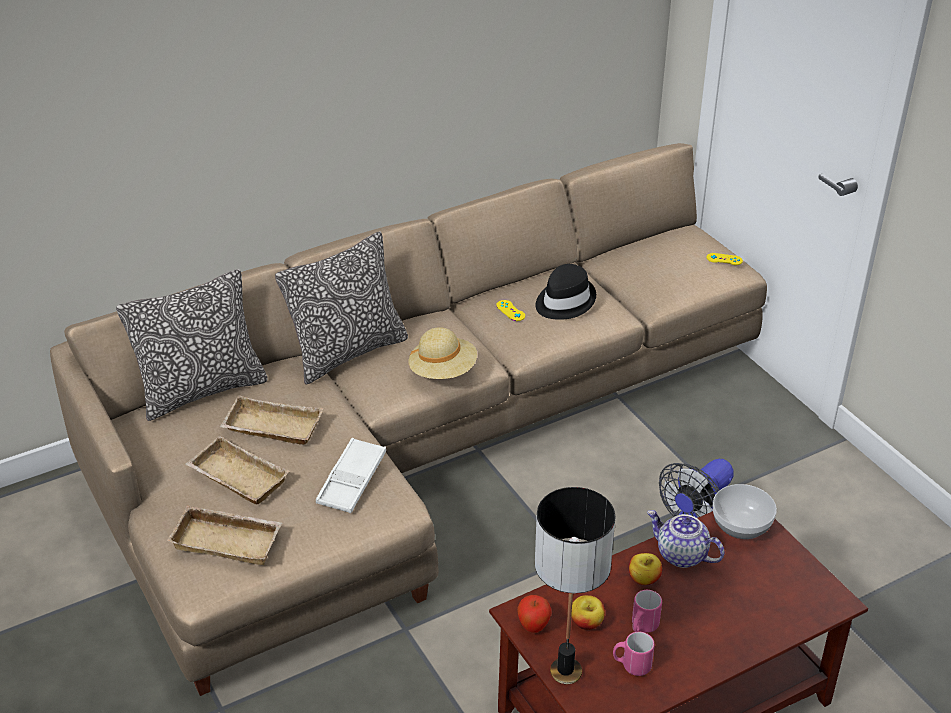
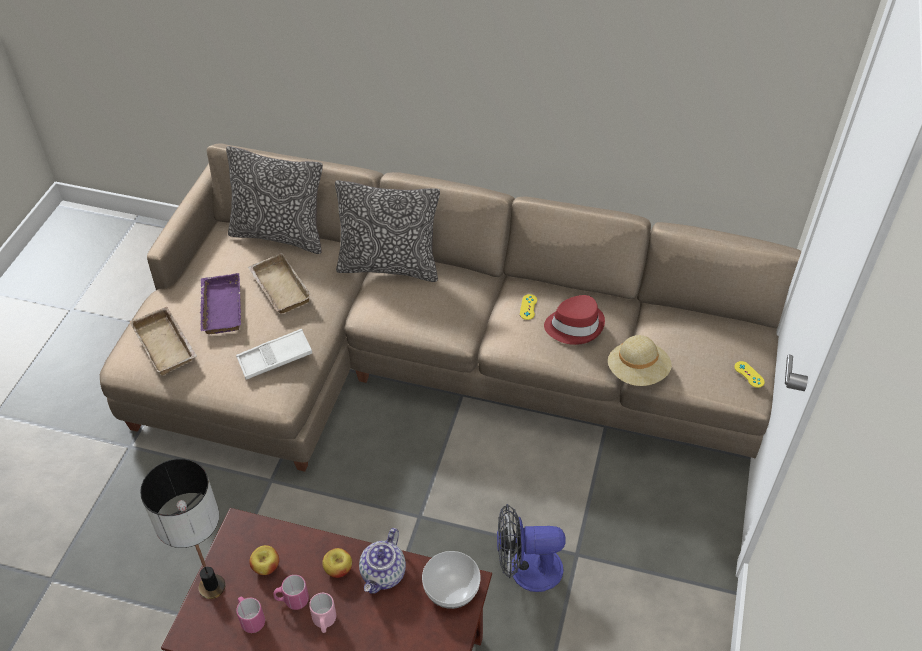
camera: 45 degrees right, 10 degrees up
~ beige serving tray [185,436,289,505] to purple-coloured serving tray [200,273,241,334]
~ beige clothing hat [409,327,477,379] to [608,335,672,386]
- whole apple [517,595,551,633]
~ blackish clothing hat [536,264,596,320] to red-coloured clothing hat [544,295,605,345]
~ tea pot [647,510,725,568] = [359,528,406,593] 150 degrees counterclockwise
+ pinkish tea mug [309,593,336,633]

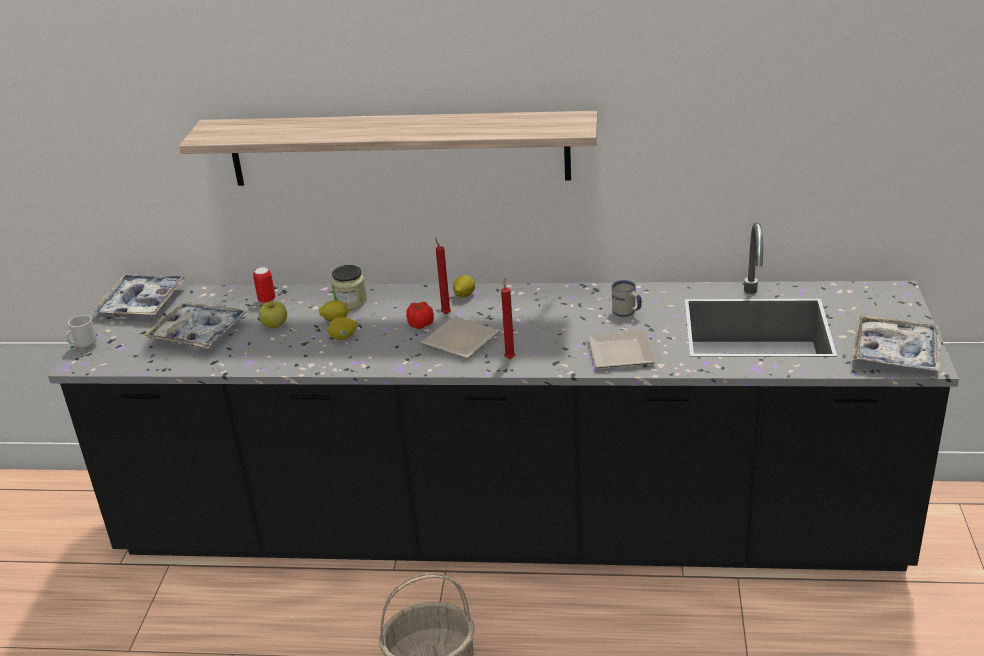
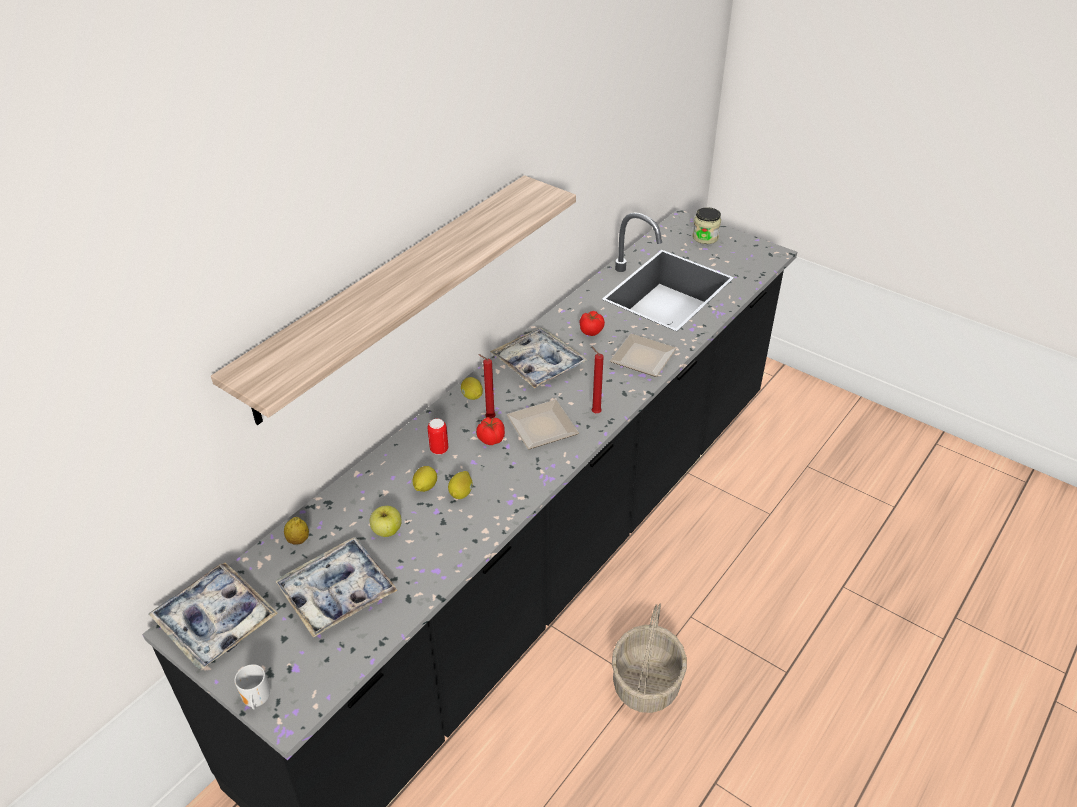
camera: 60 degrees left, 10 degrees up
~ sealed can [253,267,275,303] to [427,419,448,455]
~ jar [331,265,367,309] to [692,207,721,244]
~ whitish tea mug [611,280,642,317] to tomato [580,311,605,336]
~ serving tray [852,315,941,371] to [490,328,588,389]
+ whole lemon [284,517,309,545]

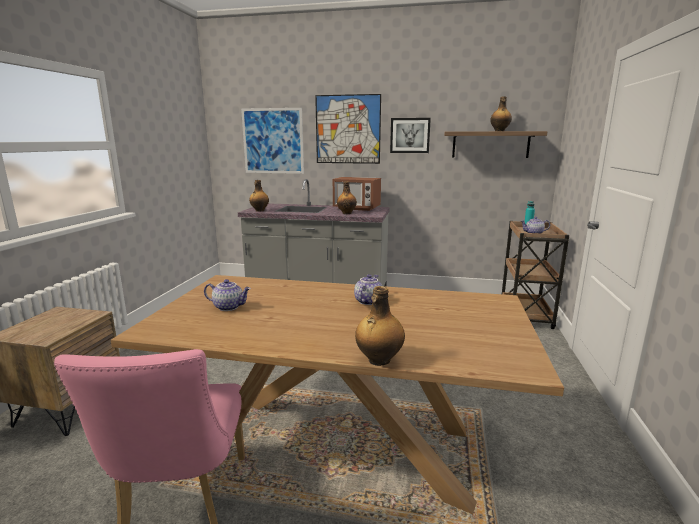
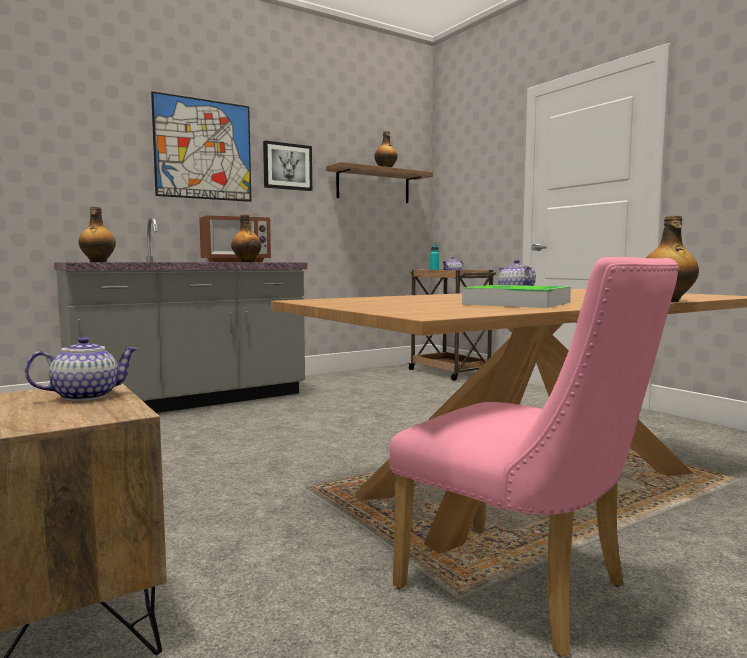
camera: 45 degrees left, 10 degrees down
~ tea pot [204,279,251,311] to [25,336,138,401]
- picture [241,108,304,174]
+ serving tray [462,285,571,308]

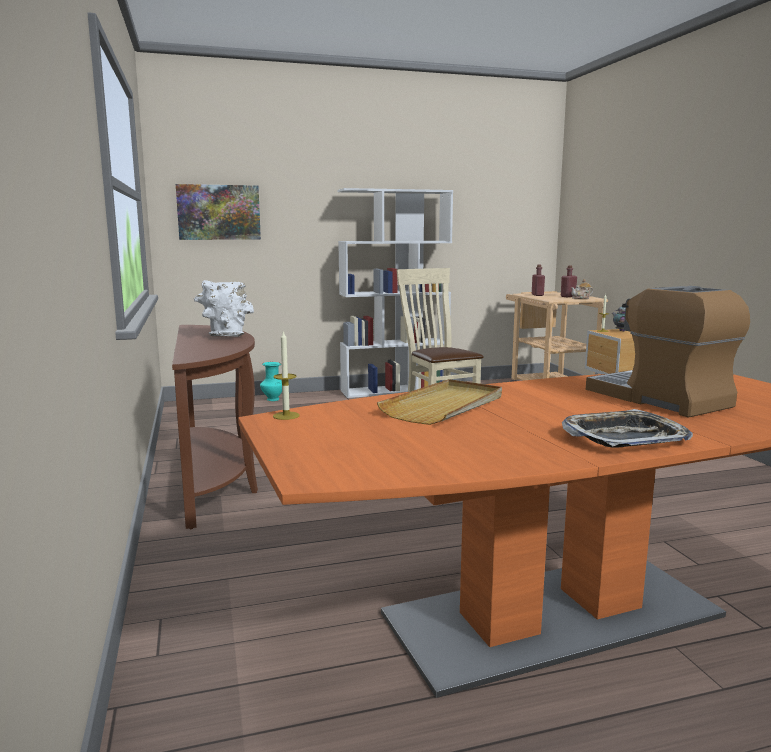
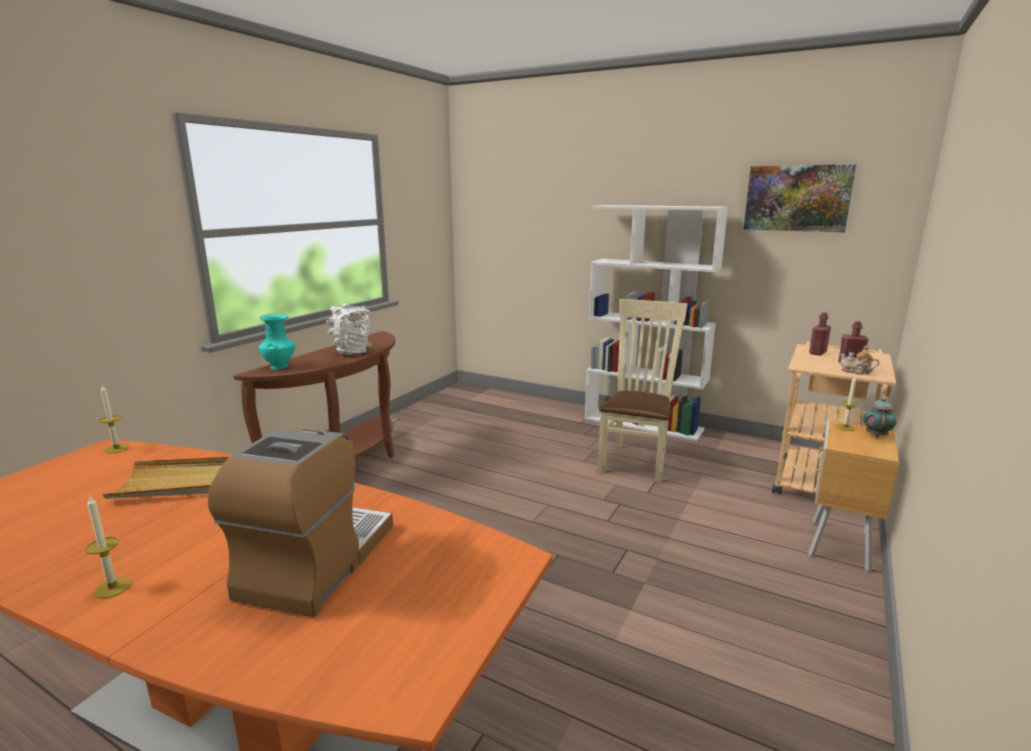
camera: 45 degrees right, 5 degrees up
~ picture [176,184,261,240] to [744,164,856,232]
~ blue-green flower vase [260,362,282,401] to [259,314,295,370]
~ serving tray [562,409,693,448] to wax candle [85,496,132,599]

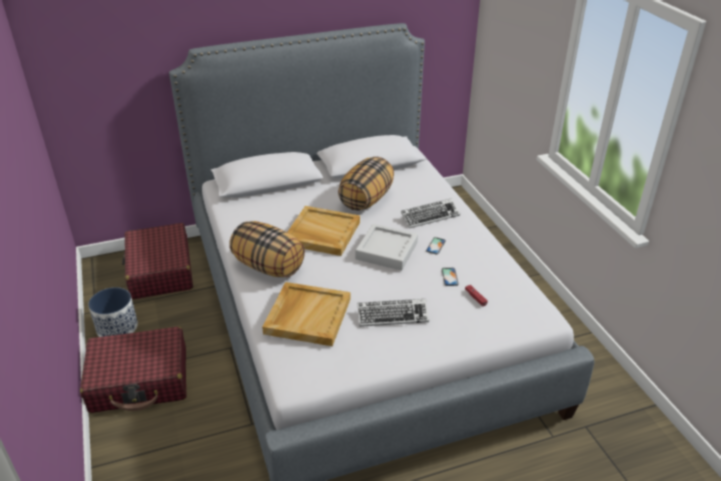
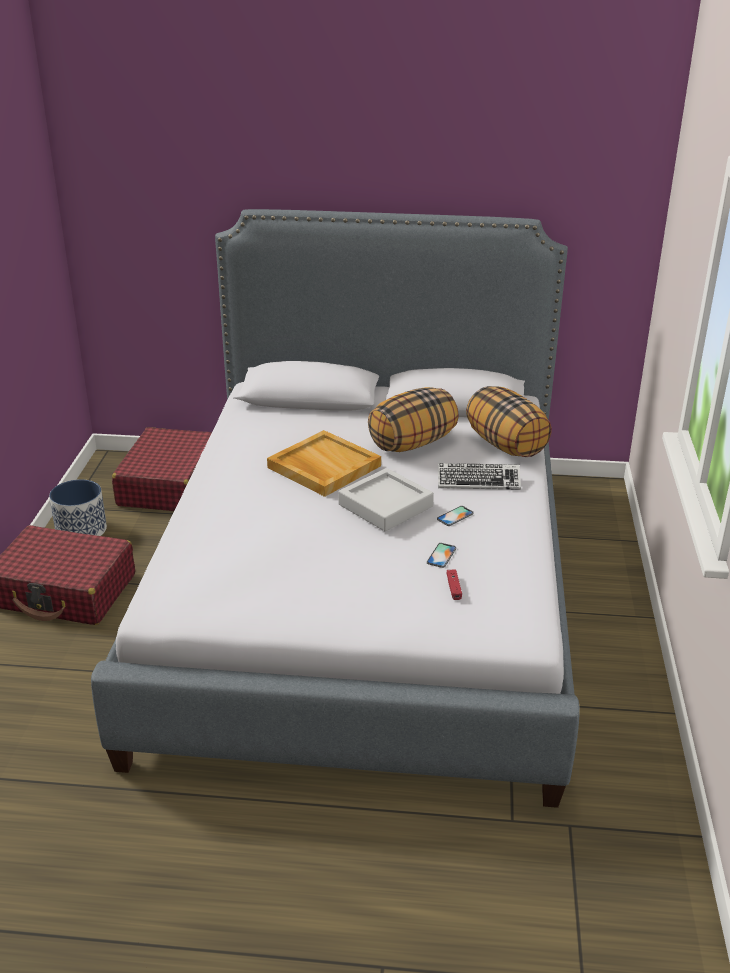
camera: 25 degrees right, 5 degrees down
~ cushion [229,221,305,277] to [466,386,552,457]
- beige serving tray [262,282,351,346]
- PC keyboard [358,299,429,327]

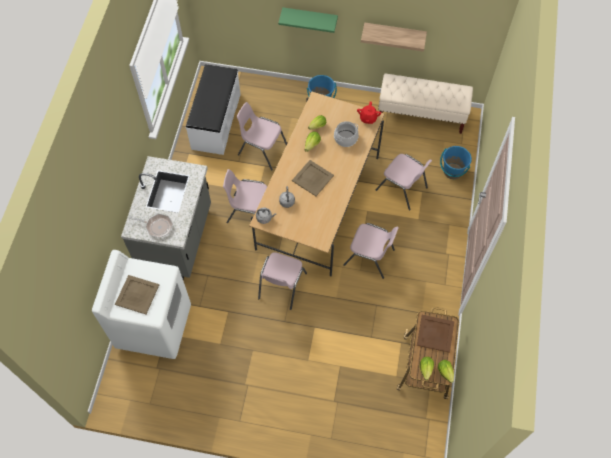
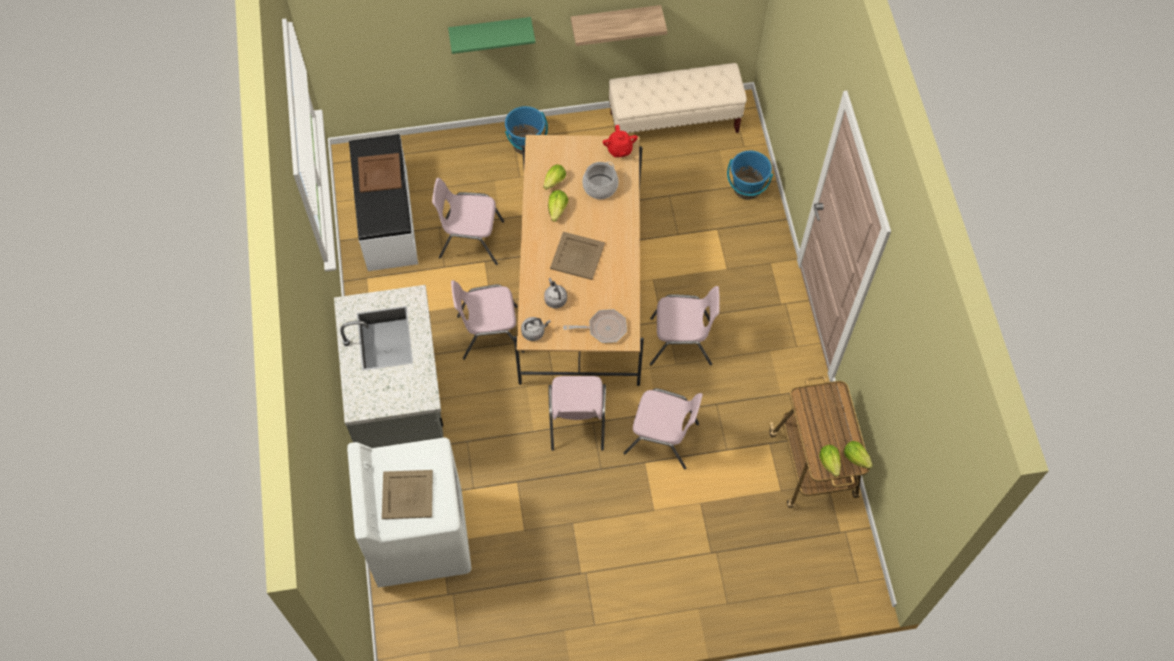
camera: 20 degrees left, 0 degrees up
~ pan [129,214,173,238] to [563,309,627,343]
~ pinkish chair [376,154,432,210] to [623,388,703,469]
~ brownish serving tray [417,315,455,353] to [358,153,402,193]

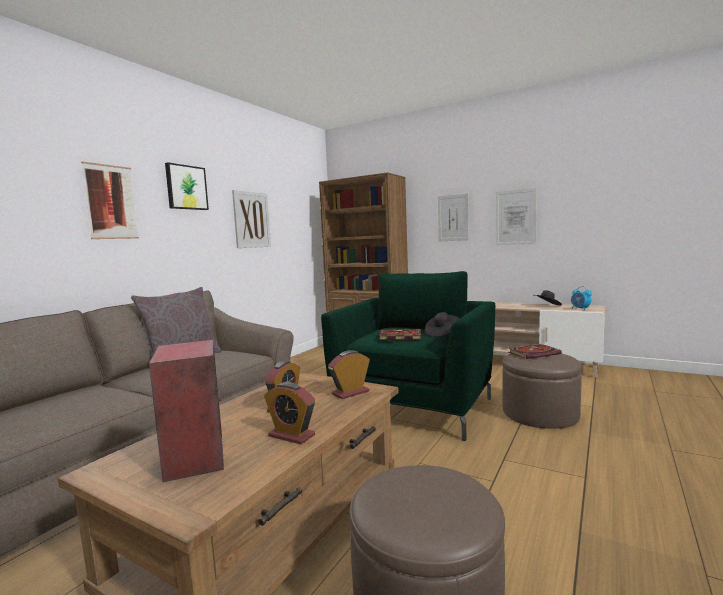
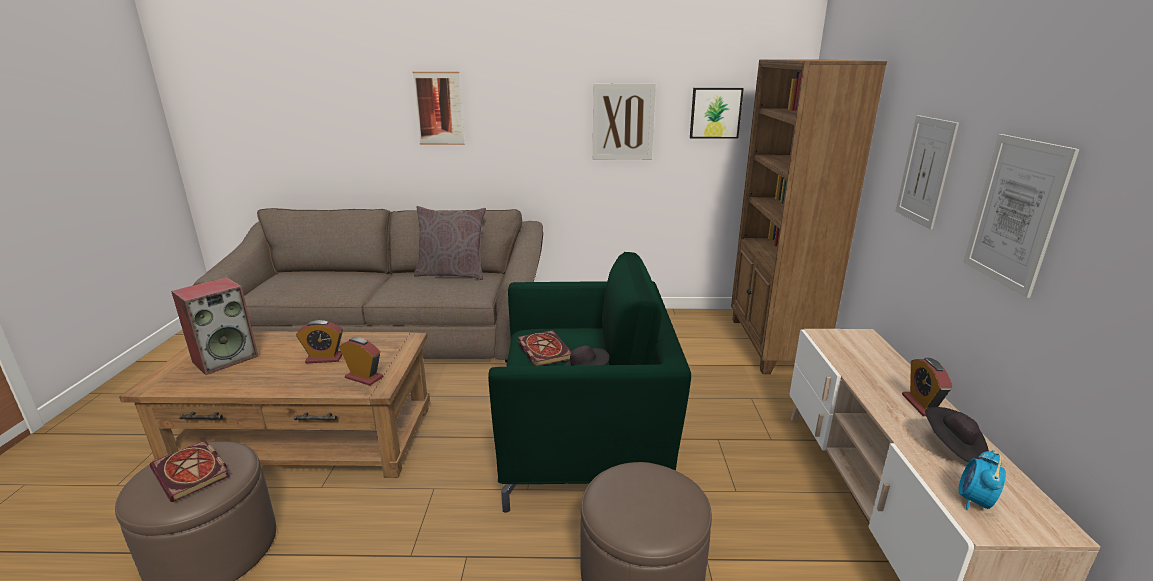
camera: 60 degrees right, 15 degrees up
~ picture [165,162,209,210] to [690,88,744,138]
~ table clock [264,382,315,444] to [902,358,952,416]
~ bound book [508,344,562,359] to [149,440,230,502]

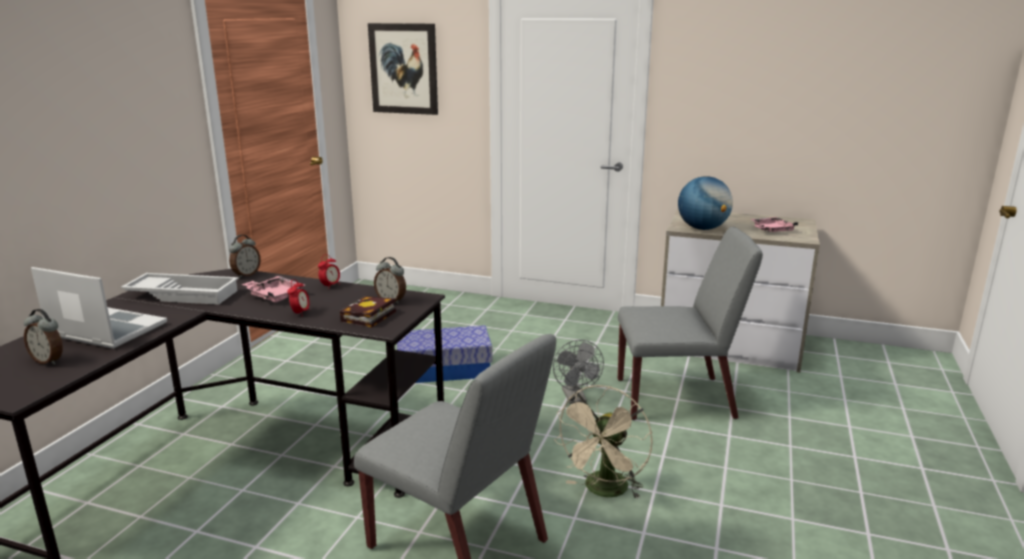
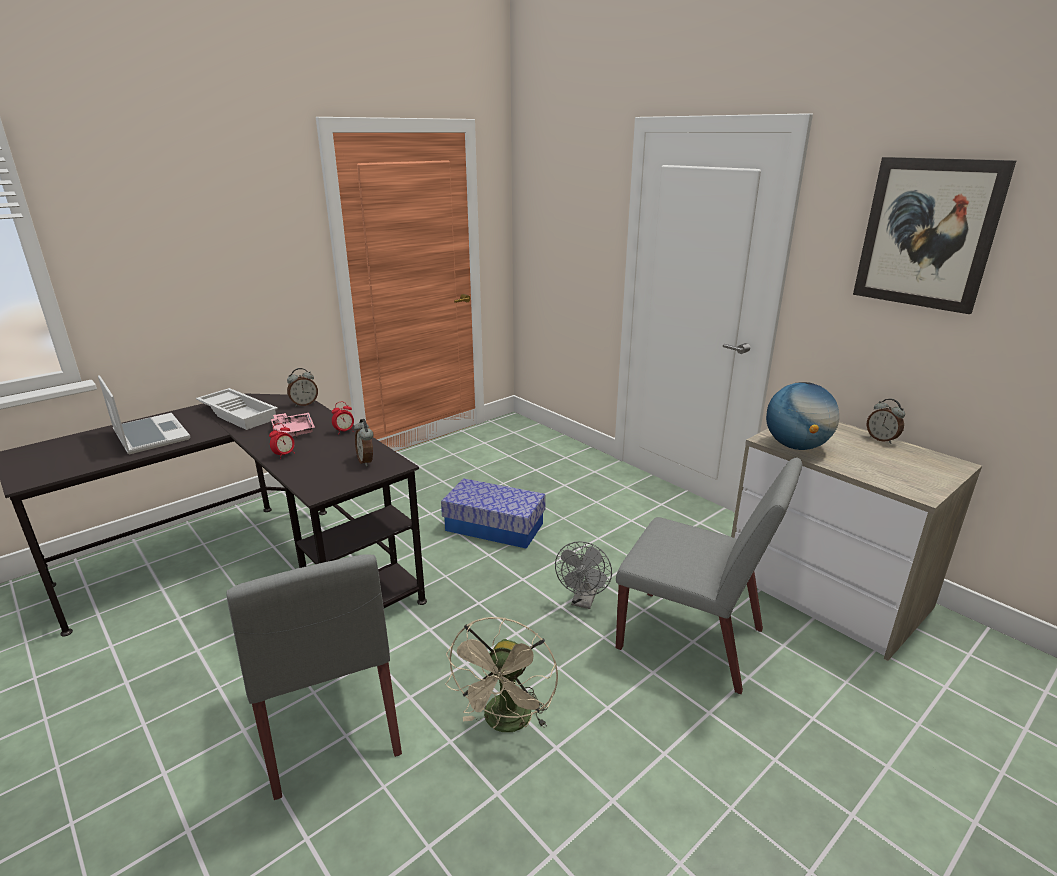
camera: 30 degrees right, 5 degrees up
~ table clock [24,309,63,365] to [866,399,905,444]
- bound book [340,296,396,328]
~ picture [368,23,438,115] to [853,157,1017,314]
~ beige fan [554,385,653,500] = [445,617,558,732] 45 degrees counterclockwise
- pinkish serving tray [750,217,798,232]

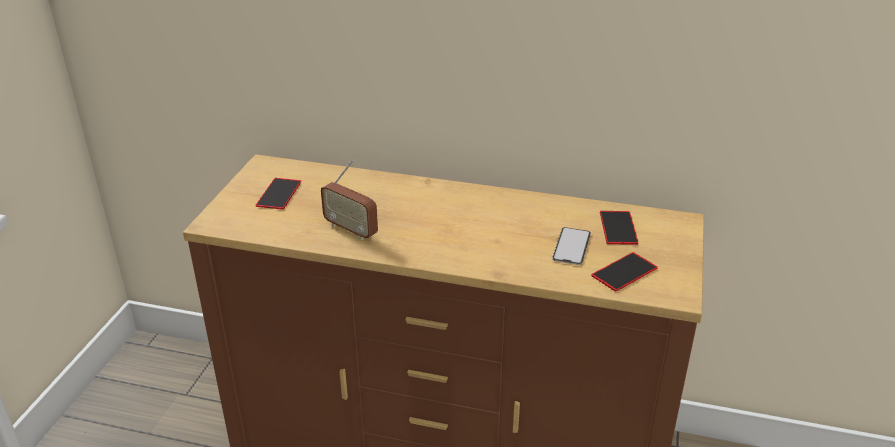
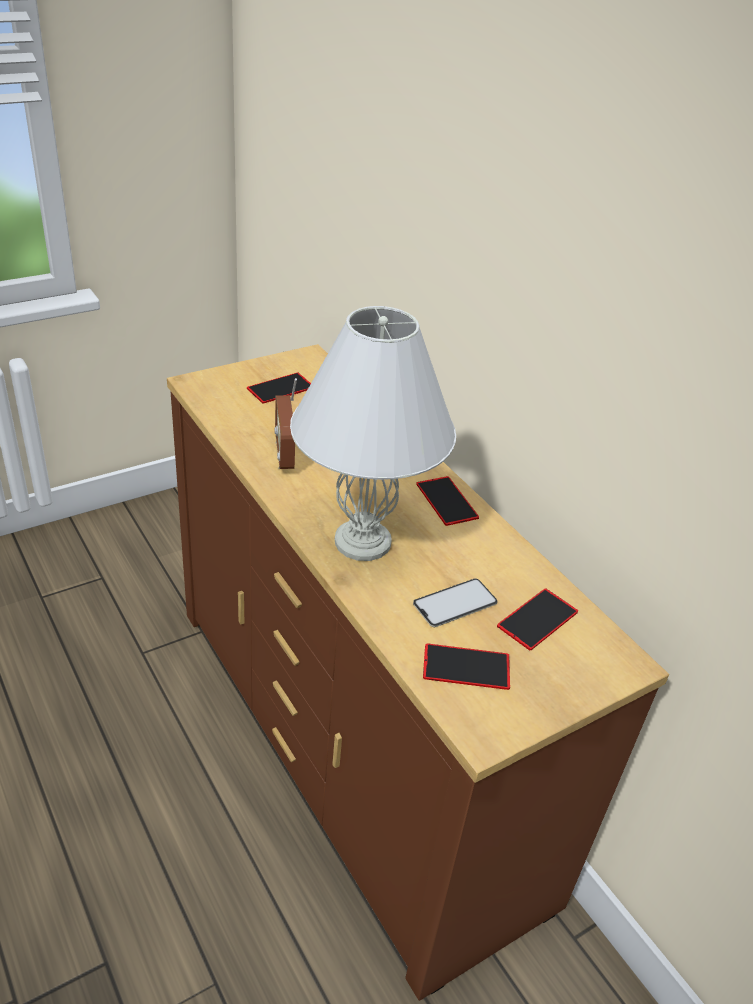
camera: 40 degrees right, 5 degrees up
+ whitish tabletop lamp [290,306,456,561]
+ phone [416,476,479,526]

